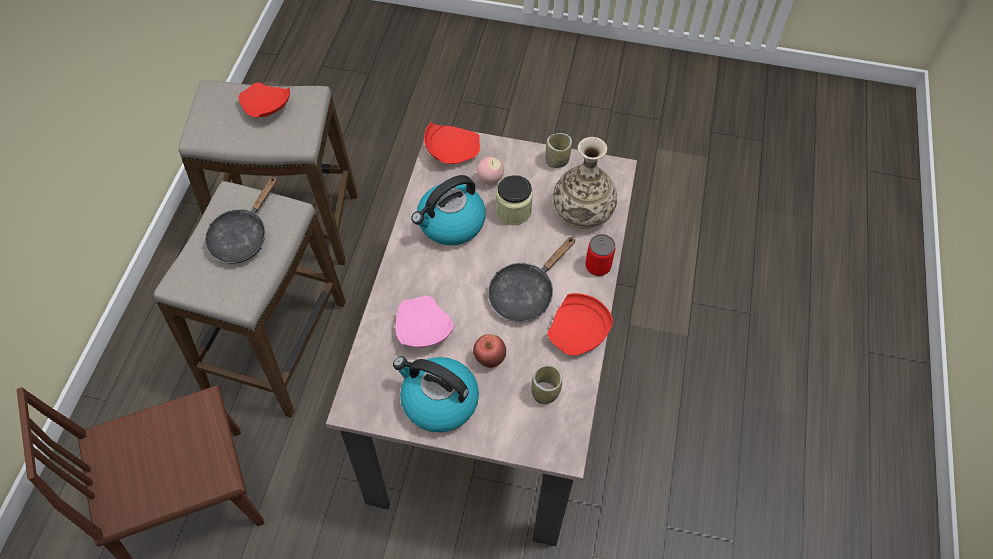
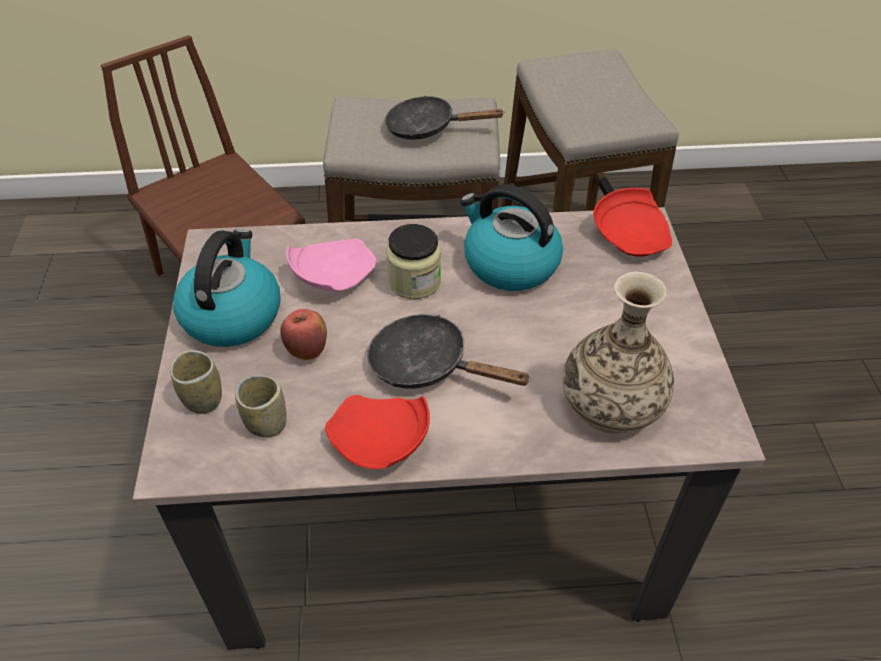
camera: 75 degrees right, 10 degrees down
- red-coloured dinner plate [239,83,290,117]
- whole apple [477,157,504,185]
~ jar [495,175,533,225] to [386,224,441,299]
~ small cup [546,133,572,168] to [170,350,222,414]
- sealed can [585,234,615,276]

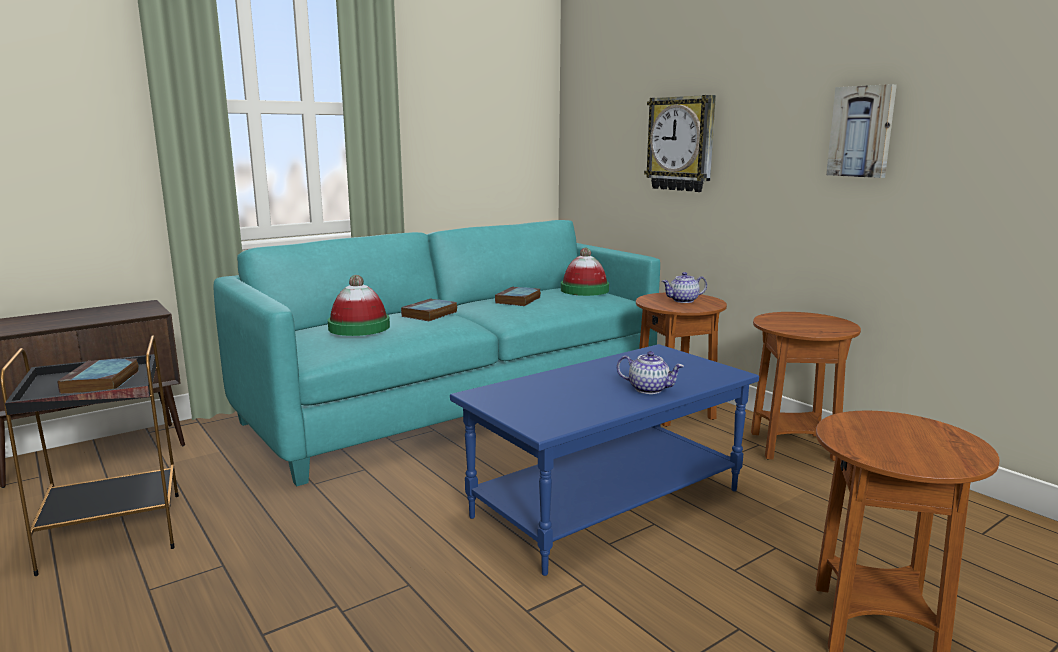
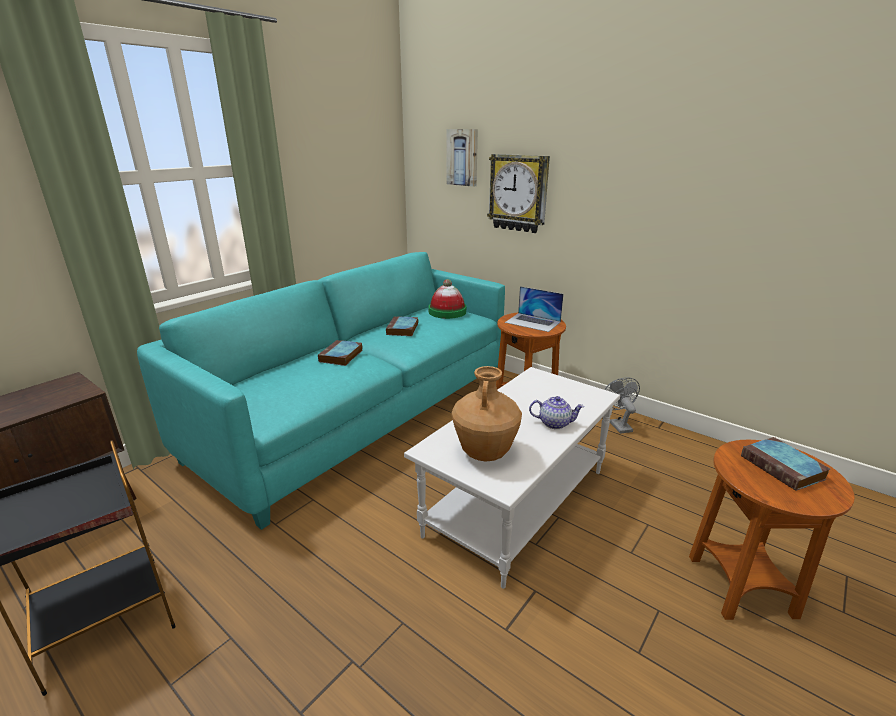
camera: 15 degrees left, 10 degrees up
~ bound book [57,358,139,394] to [741,437,830,491]
- clothing hat [328,275,390,336]
~ blue-coloured coffee table [450,344,759,576] to whitish coffee table [404,367,620,589]
~ tea pot [662,272,707,303] to portable computer [505,286,564,332]
~ brownish accent table [751,312,861,461] to grey fan [604,377,640,434]
~ picture [826,84,897,178] to [446,129,478,187]
+ brownish flower vase [452,366,522,462]

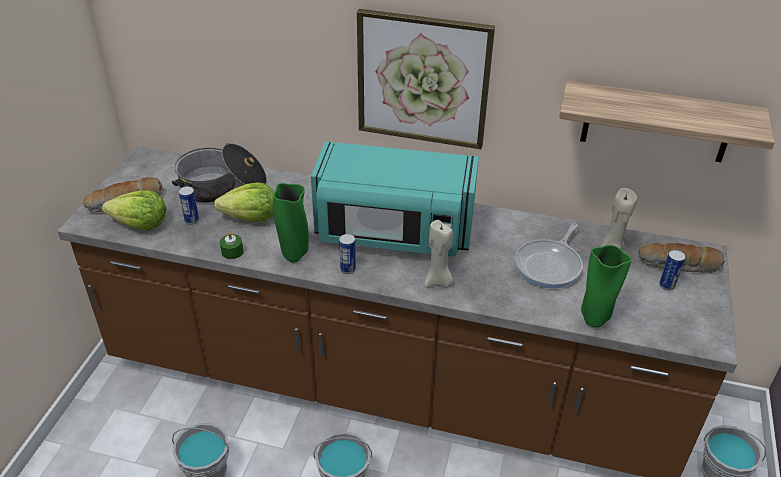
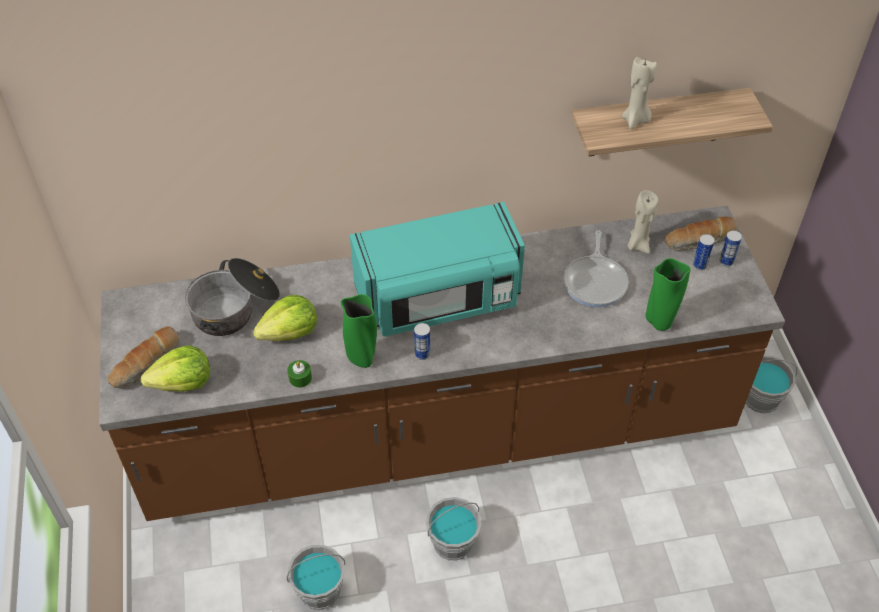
camera: 25 degrees left, 10 degrees up
~ sealed can [179,186,199,225] to [719,230,742,267]
- picture [357,9,495,149]
~ beige wax candle [424,220,453,288] to [622,57,657,129]

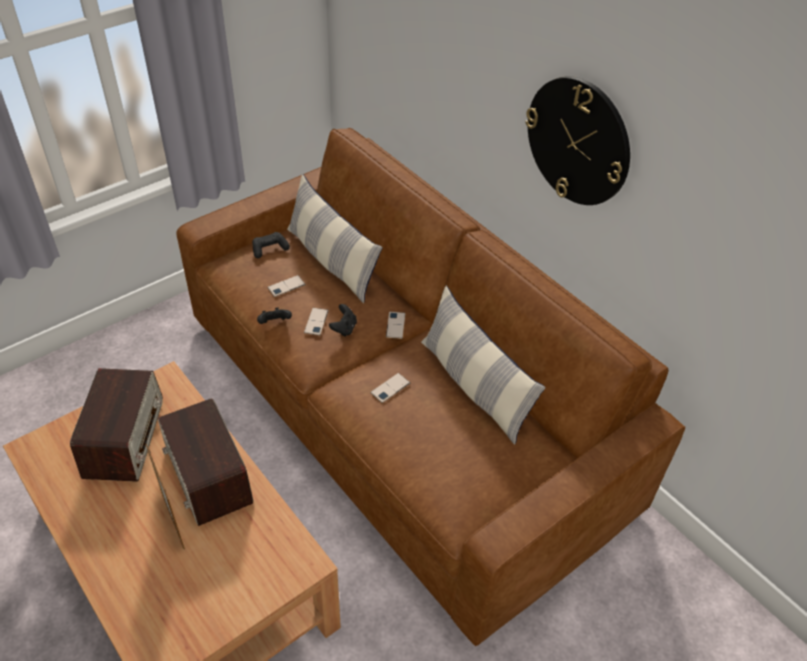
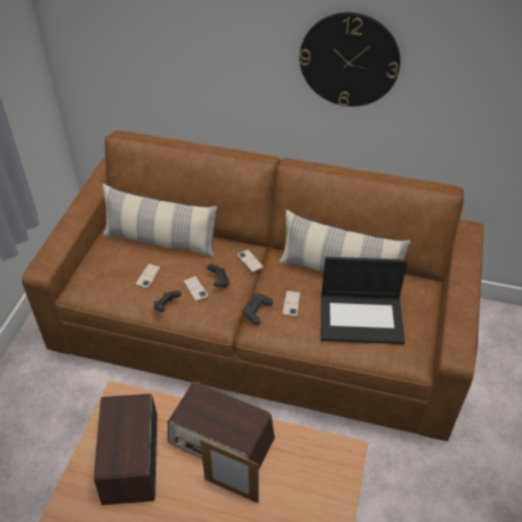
camera: 35 degrees left, 0 degrees up
~ radio receiver [70,368,163,482] = [93,394,157,505] 150 degrees counterclockwise
~ blackish gamepad [252,232,290,258] to [242,293,273,325]
+ portable computer [321,257,407,344]

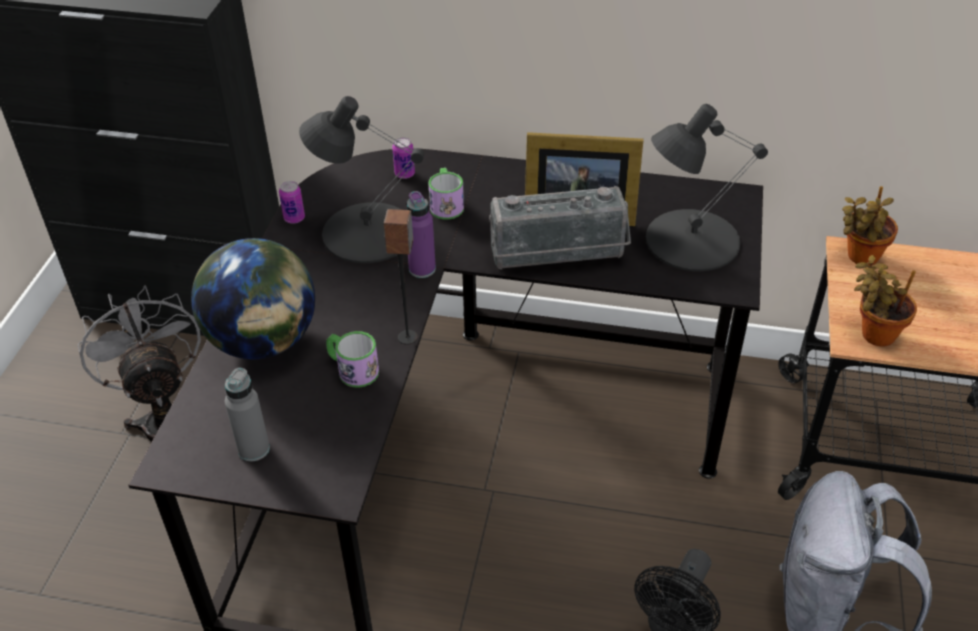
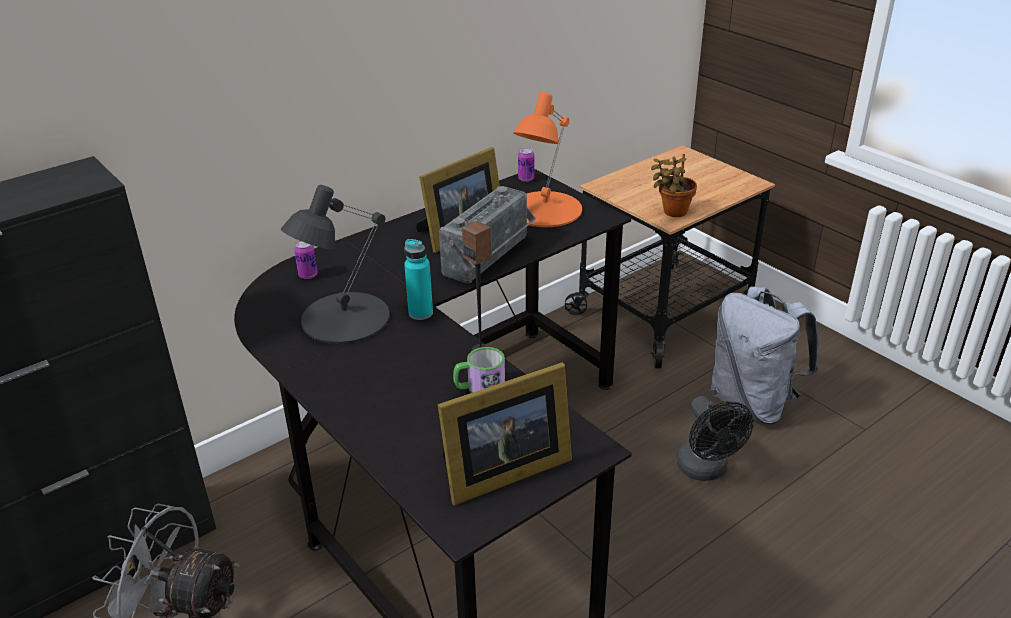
camera: 50 degrees left, 10 degrees down
- world globe [191,238,315,359]
~ grey bottle [224,368,270,462] to picture frame [438,362,572,506]
~ sealed can [279,181,305,224] to [518,148,534,182]
~ purple-coloured bottle [407,191,436,278] to blue-green bottle [404,239,433,320]
- tea mug [429,168,464,220]
~ blackish tabletop lamp [646,104,768,271] to orange-coloured tabletop lamp [513,92,582,227]
- plant in a pot [842,186,898,265]

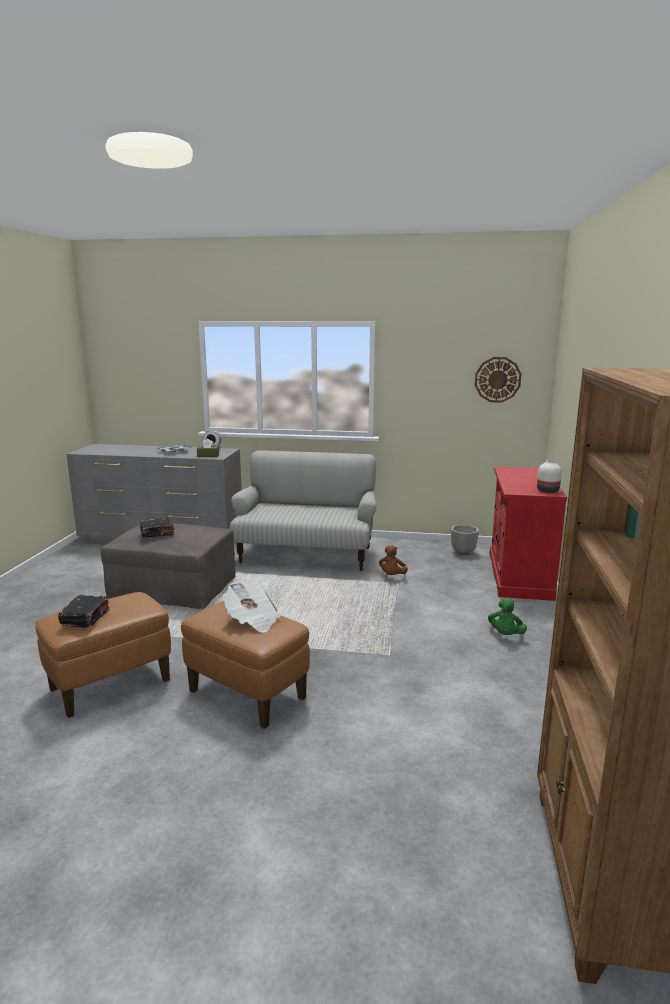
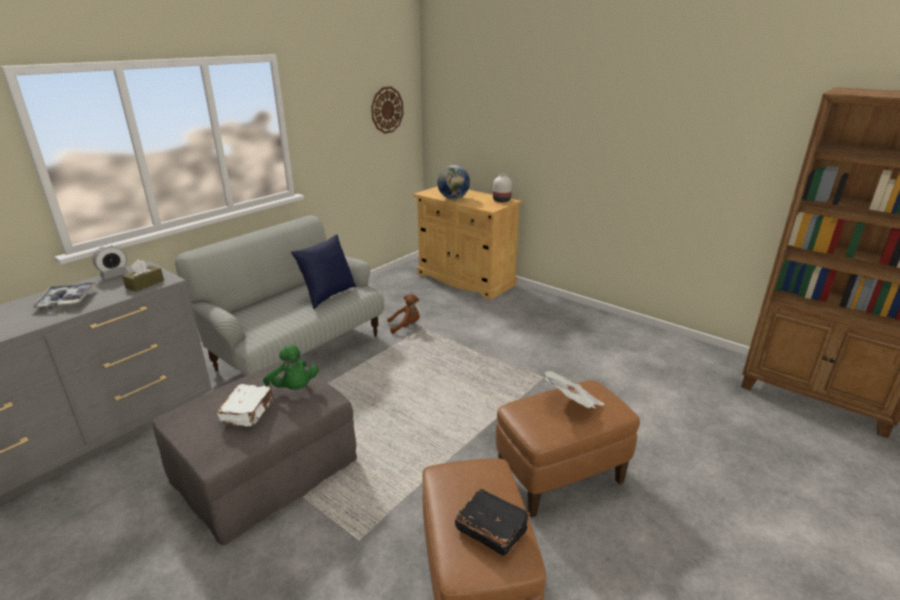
camera: 60 degrees left, 10 degrees up
~ blackish bound book [140,517,174,538] to whitish bound book [217,384,274,427]
~ brownish cuddly toy [379,545,408,575] = [387,294,420,334] 60 degrees counterclockwise
- planter [451,525,479,555]
~ green-coloured cuddly toy [488,598,527,635] to [263,344,318,390]
~ red-coloured cupboard [489,466,567,601] to beige cupboard [413,186,522,300]
+ blue-coloured cushion [291,235,356,309]
+ world globe [437,165,470,199]

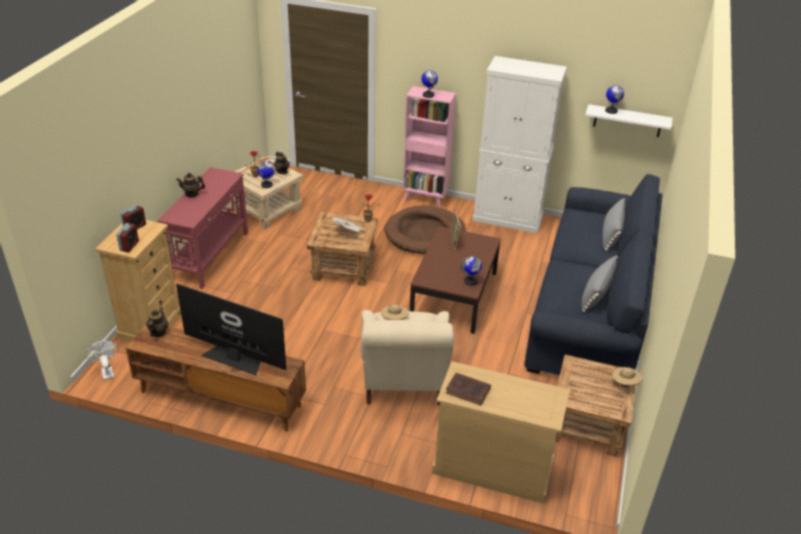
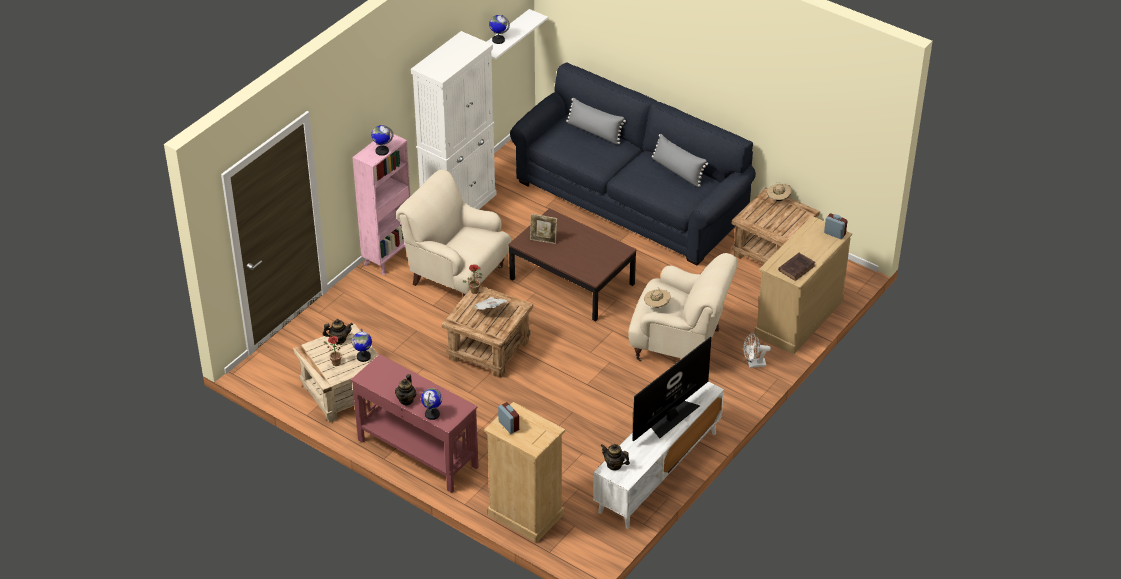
camera: 70 degrees left, 5 degrees up
~ whitish fan [86,341,118,381] to [743,333,771,368]
~ table clock [116,223,139,252] to [824,213,847,239]
~ brownish media console [125,324,306,431] to whitish media console [593,382,724,529]
~ brownish dog cushion [384,205,465,254] to beige armchair [396,169,511,297]
~ world globe [460,256,482,286] to [421,388,442,420]

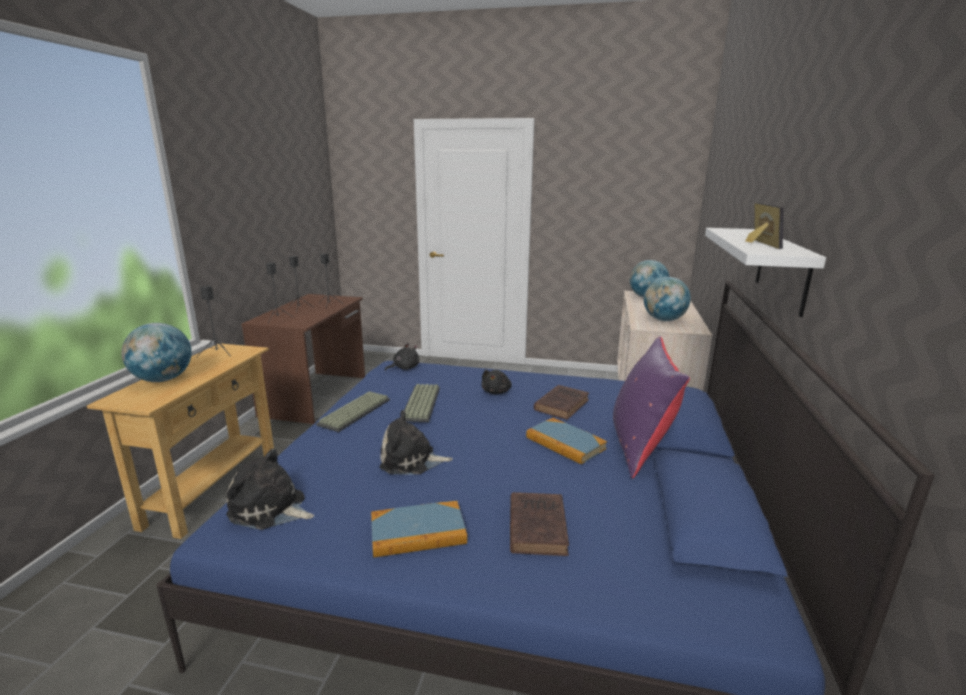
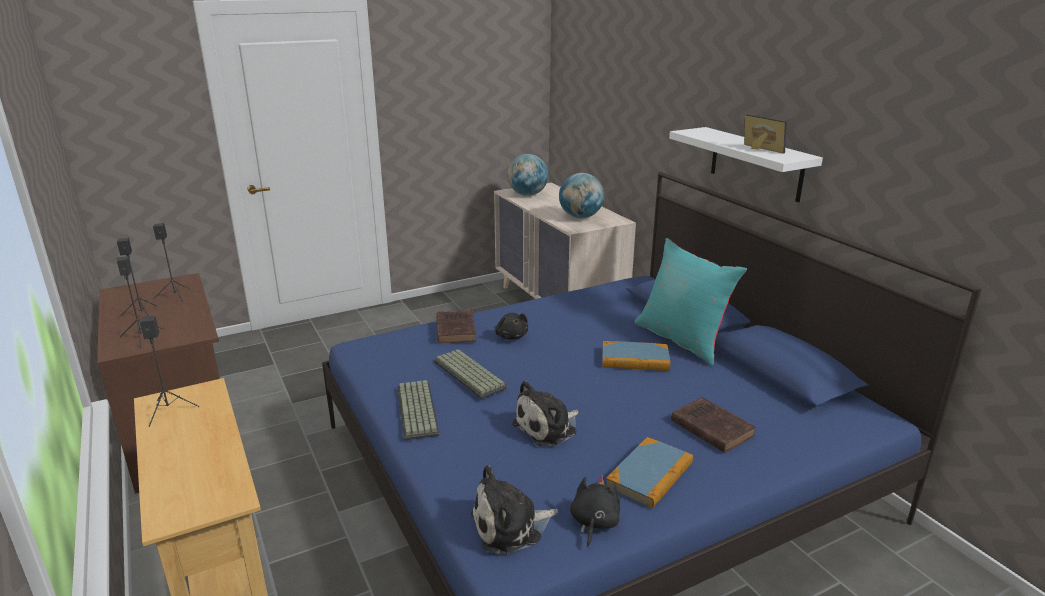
camera: 40 degrees left, 5 degrees up
- world globe [121,323,192,382]
~ blackish cuddly toy [385,343,419,371] to [570,475,620,548]
~ brownish bound book [534,385,589,420] to [437,310,476,344]
~ purple-coloured cushion [613,336,690,478] to blue-green cushion [634,238,747,366]

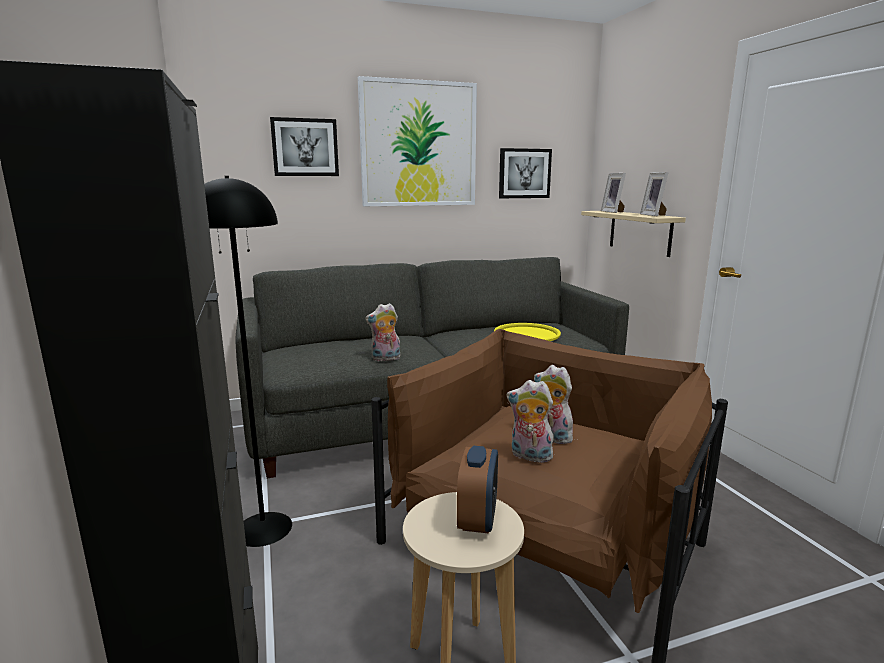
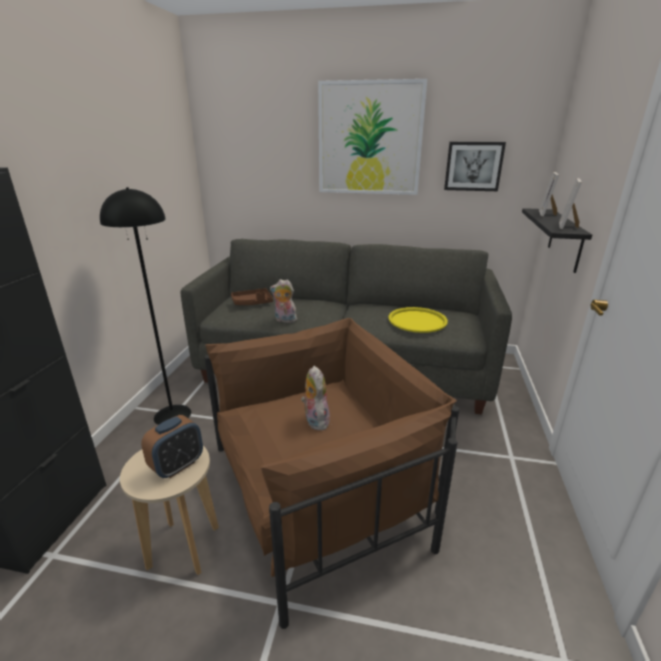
camera: 30 degrees right, 10 degrees up
- picture [270,117,339,176]
- cuddly toy [507,380,556,463]
~ beige wall shelf [581,211,686,257] to blackish wall shelf [522,208,592,273]
+ brownish serving tray [231,288,273,305]

